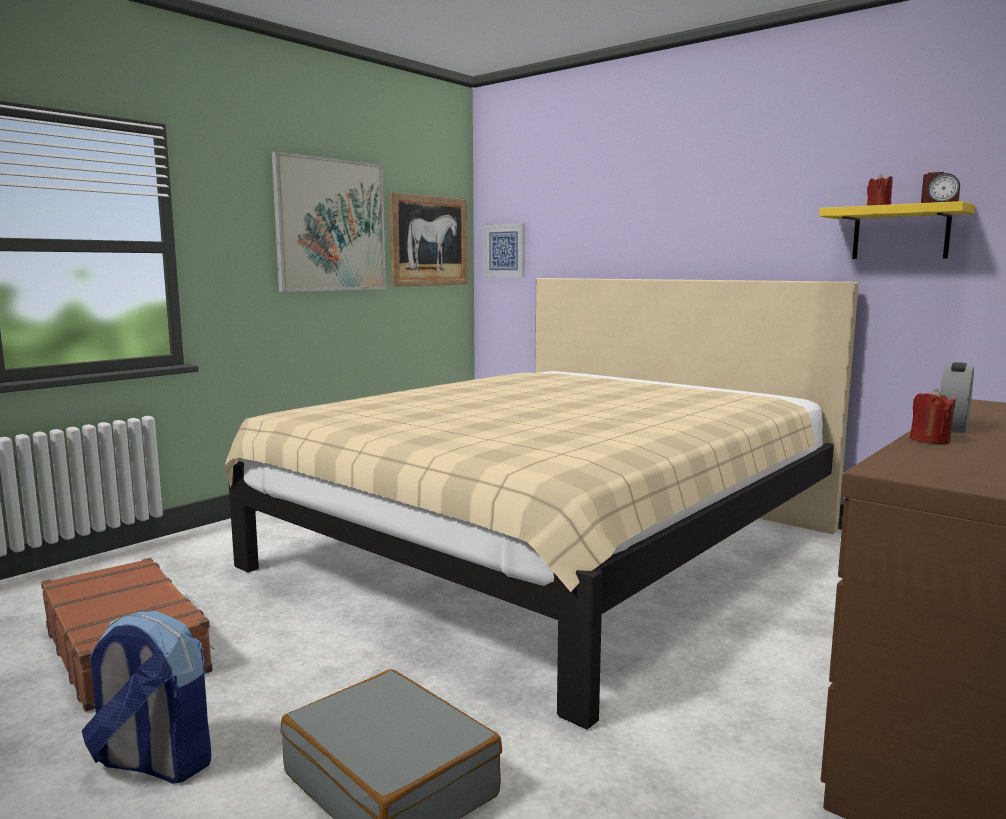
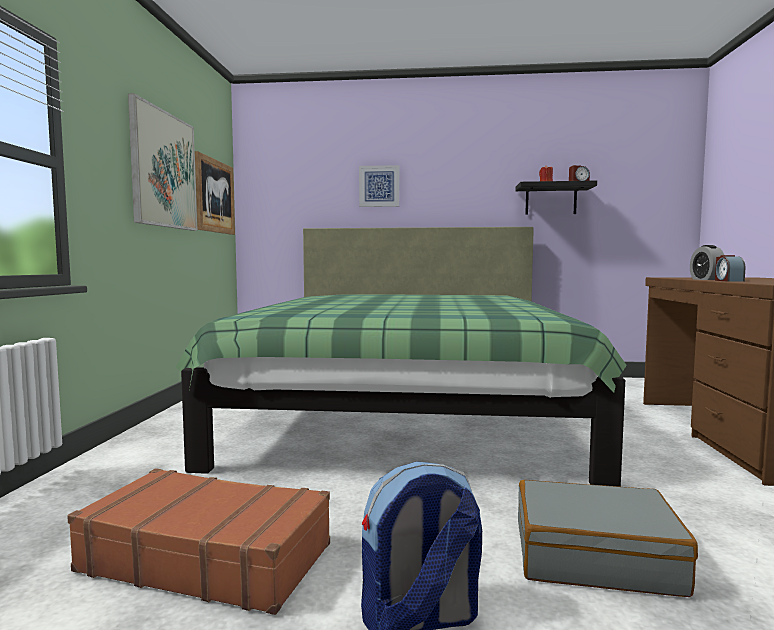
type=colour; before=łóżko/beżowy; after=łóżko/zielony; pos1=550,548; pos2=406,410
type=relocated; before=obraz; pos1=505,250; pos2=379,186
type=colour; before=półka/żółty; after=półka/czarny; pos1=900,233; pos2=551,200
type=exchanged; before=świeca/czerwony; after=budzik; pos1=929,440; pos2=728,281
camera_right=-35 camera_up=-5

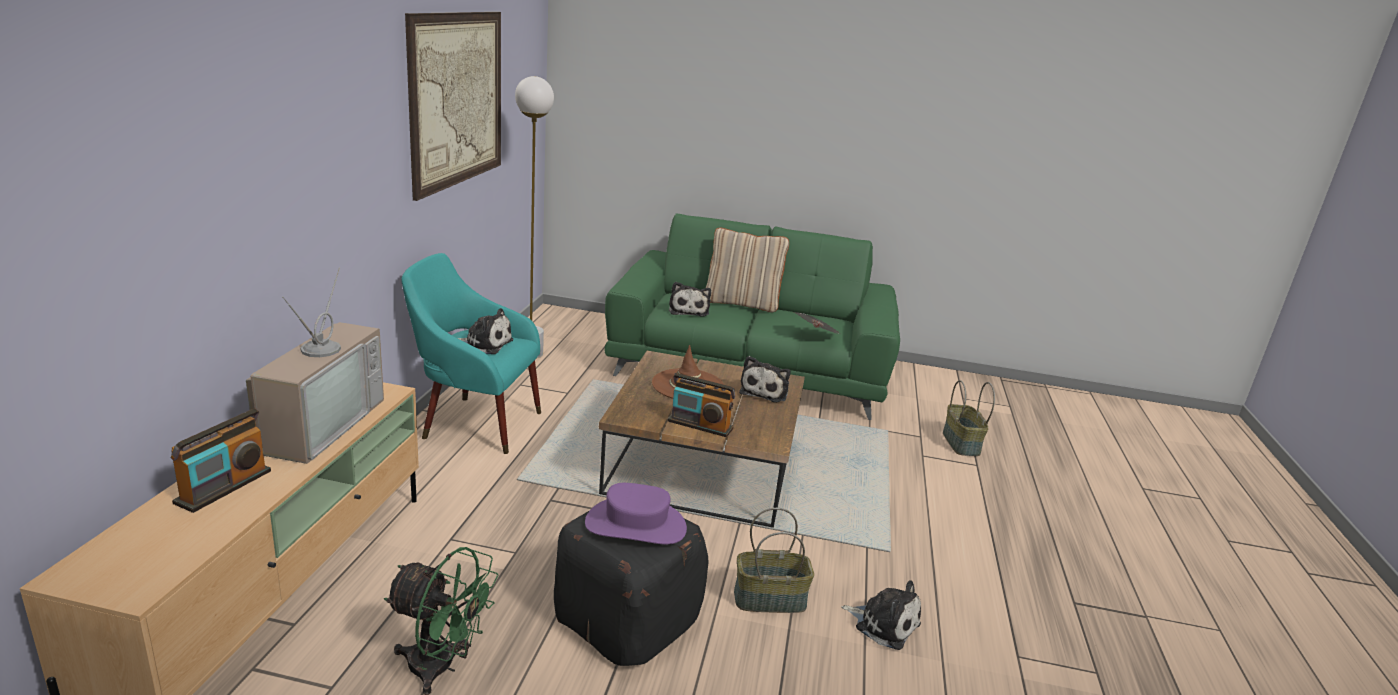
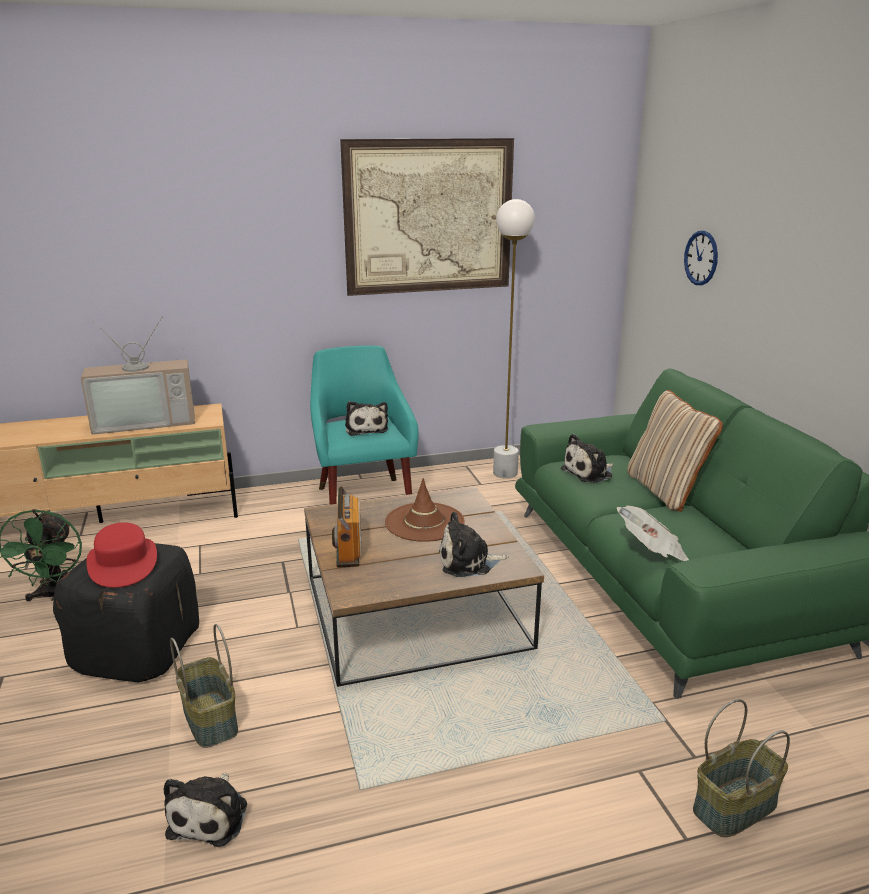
type=missing; before=radio; pos1=224,487
type=colour; before=kapelusz/fioletowy; after=kapelusz/czerwony; pos1=636,525; pos2=123,563
type=appeared; after=zegar ścienny; pos2=701,258
camera_right=65 camera_up=0

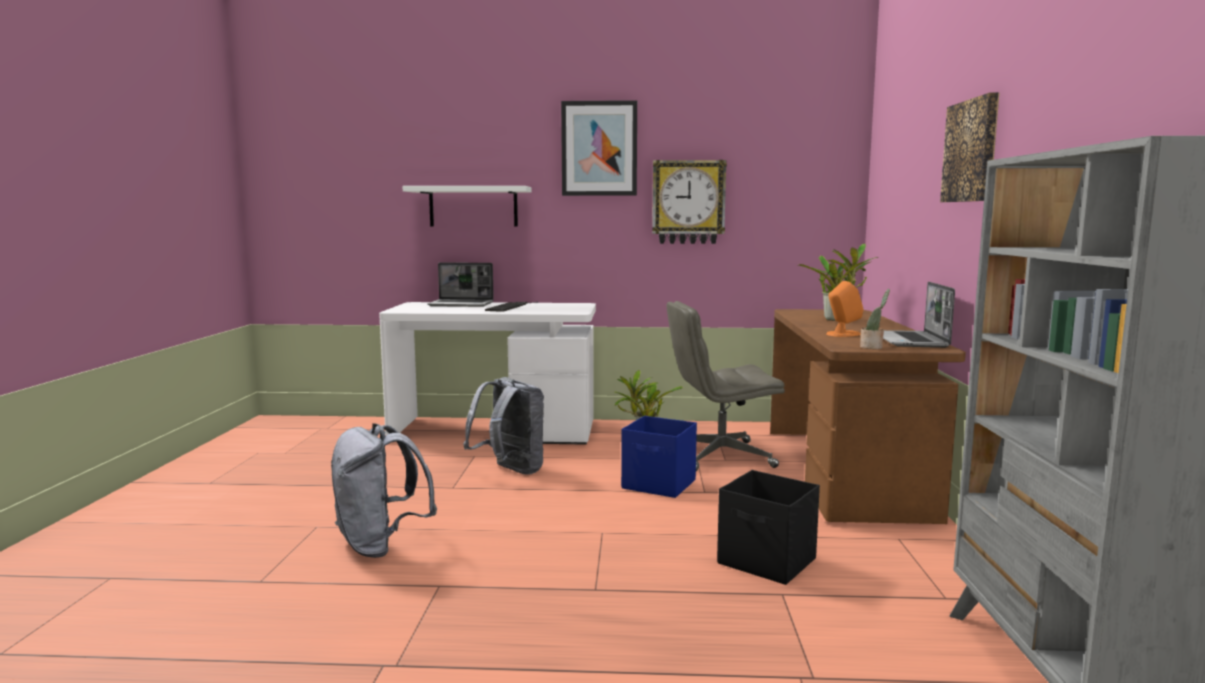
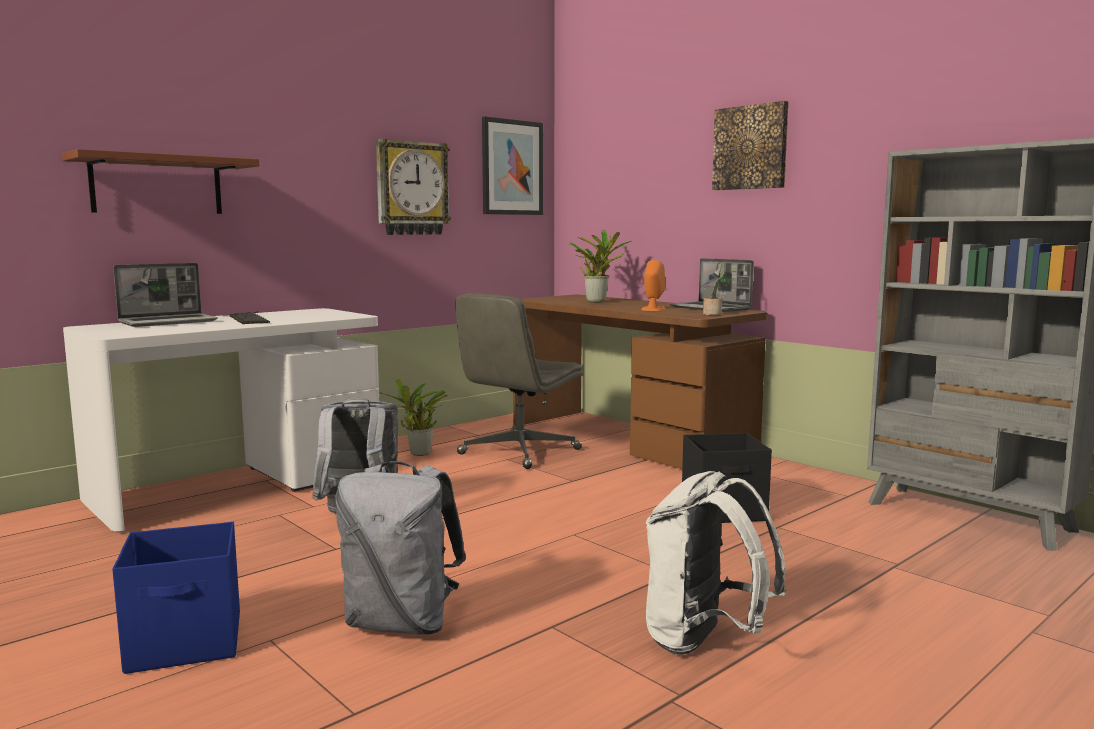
type=colour; before=półka/biały; after=półka/brązowy; pos1=473,206; pos2=157,185
type=relocated; before=obraz; pos1=599,148; pos2=512,167
type=relocated; before=pojemnik do przechowywania/niebieski; pos1=659,485; pos2=187,643
type=appeared; after=plecak/biały; pos2=704,641
camera_right=-45 camera_up=0

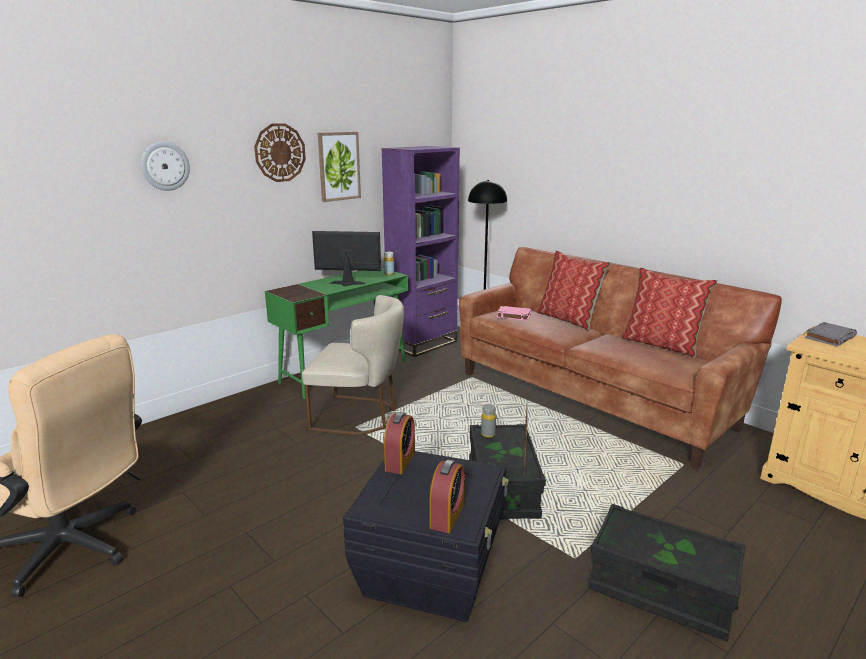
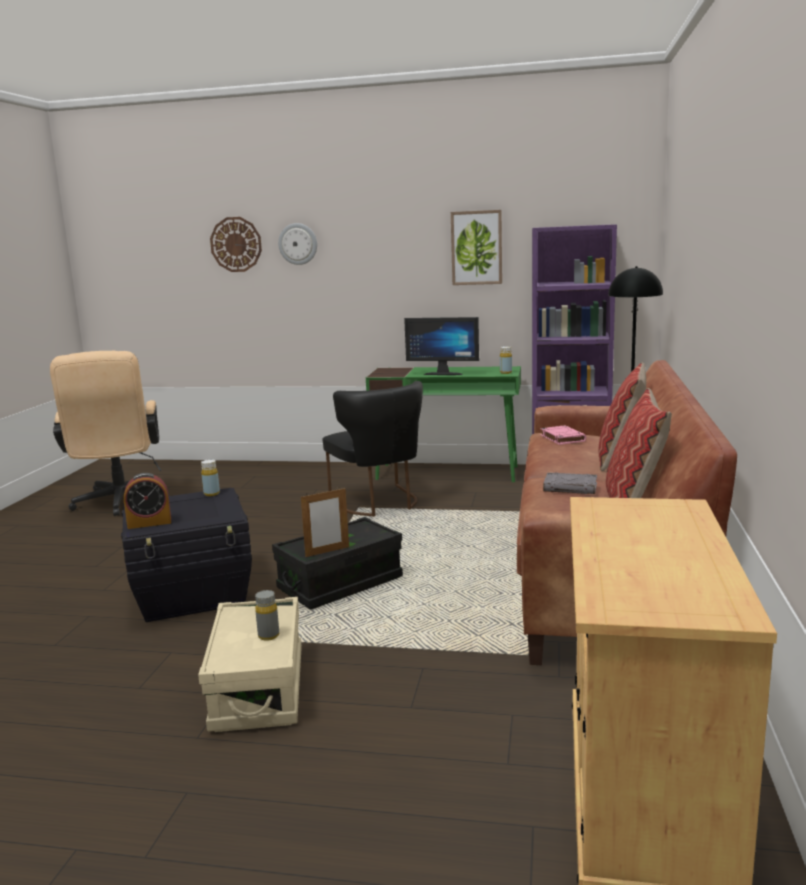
type=relocated; before=zegar ścienny; pos1=280,152; pos2=236,244
type=colour; before=krzesło/beżowy; after=krzesło/czarny; pos1=360,416; pos2=379,503
type=spun; before=monitor; pos1=347,284; pos2=444,373; turn=135
type=exchanged; before=budzik; after=butelka/żółty; pos1=400,461; pos2=211,494
type=relocated; before=butelka/szary; pos1=488,434; pos2=268,636
type=colour; before=pojemnik do przechowywania/czarny; after=pojemnik do przechowywania/beżowy; pos1=660,591; pos2=258,688
type=relocated; before=książka/szary; pos1=829,337; pos2=571,487
camera_right=55 camera_up=-5

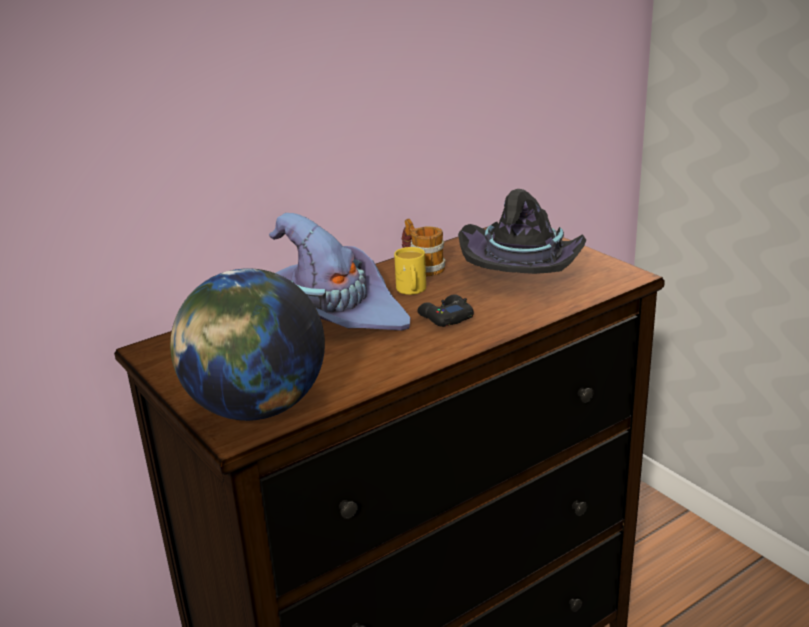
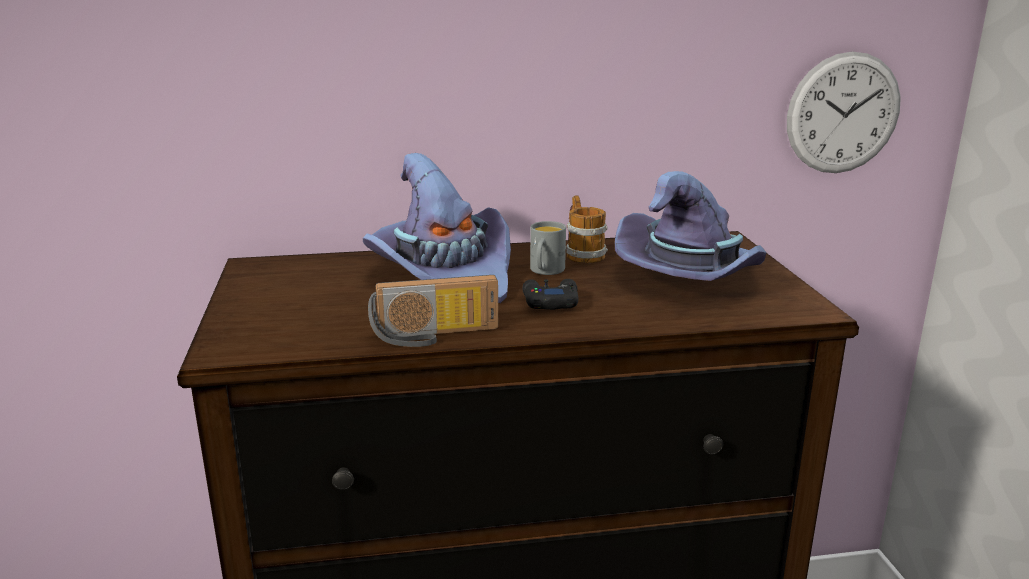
type=missing; before=globus; pos1=256,408
type=colour; before=kubek/żółty; after=kubek/szary; pos1=412,291; pos2=545,271
type=colour; before=kapelusz/czarny; after=kapelusz/fioletowy; pos1=523,268; pos2=691,276
type=appeared; after=radio; pos2=435,336
type=appeared; after=zegar ścienny; pos2=843,113
camera_right=25 camera_up=-5

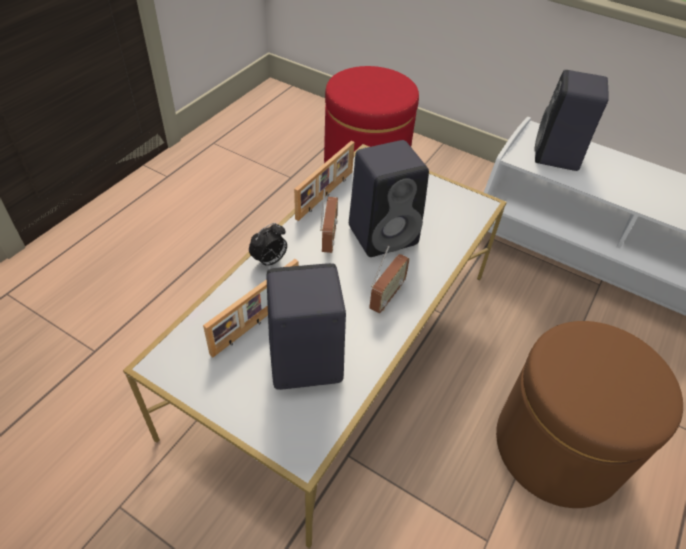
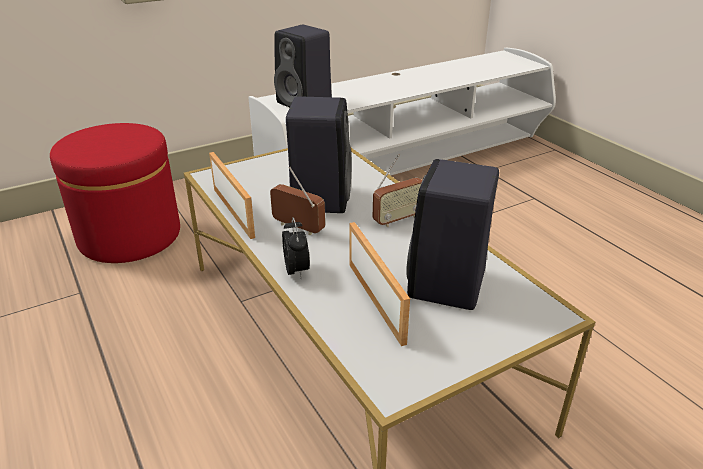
type=spun; before=radio; pos1=386,297; pos2=398,219; turn=90
type=missing; before=pufa/brązowy; pos1=557,447
camera_right=-60 camera_up=-15

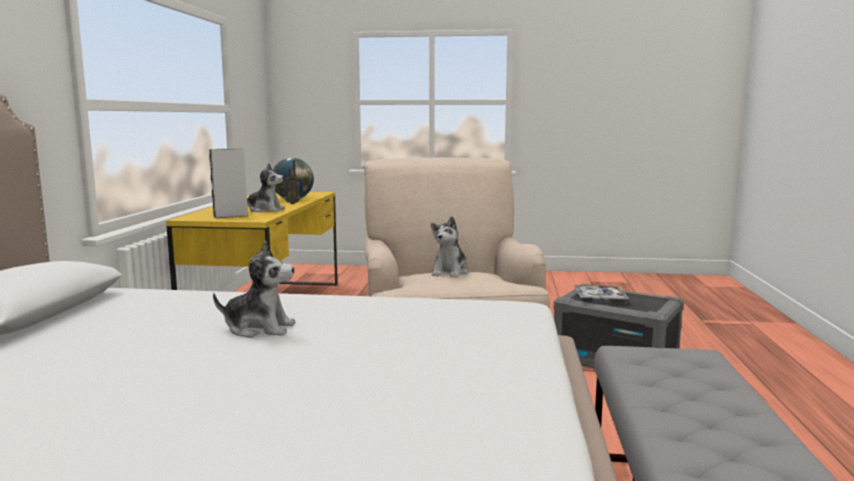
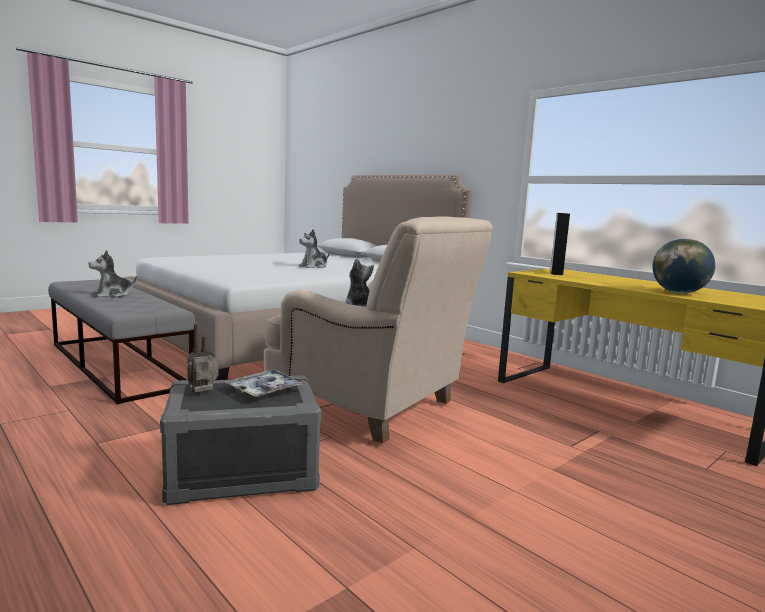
type=relocated; before=pluszak; pos1=265,210; pos2=112,295
type=relocated; before=radio; pos1=292,203; pos2=204,394
camera_right=130 camera_up=0

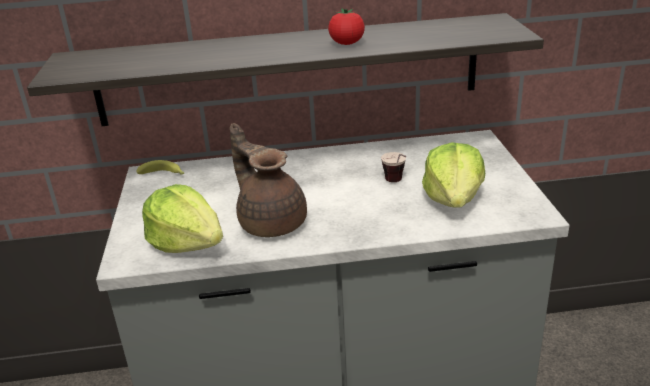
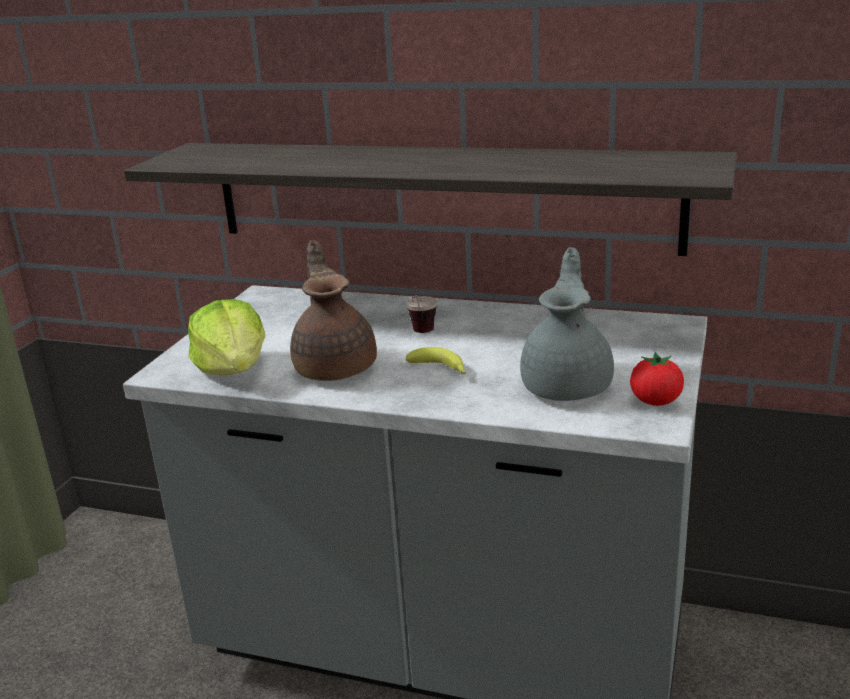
type=relocated; before=banan; pos1=164,175; pos2=440,370
type=relocated; before=pomidor; pos1=347,43; pos2=655,402
type=relocated; before=filiżanka; pos1=397,183; pos2=421,334
type=exchanged; before=sałata; after=imbryk/szary; pos1=454,198; pos2=568,385
camera_right=25 camera_up=-5

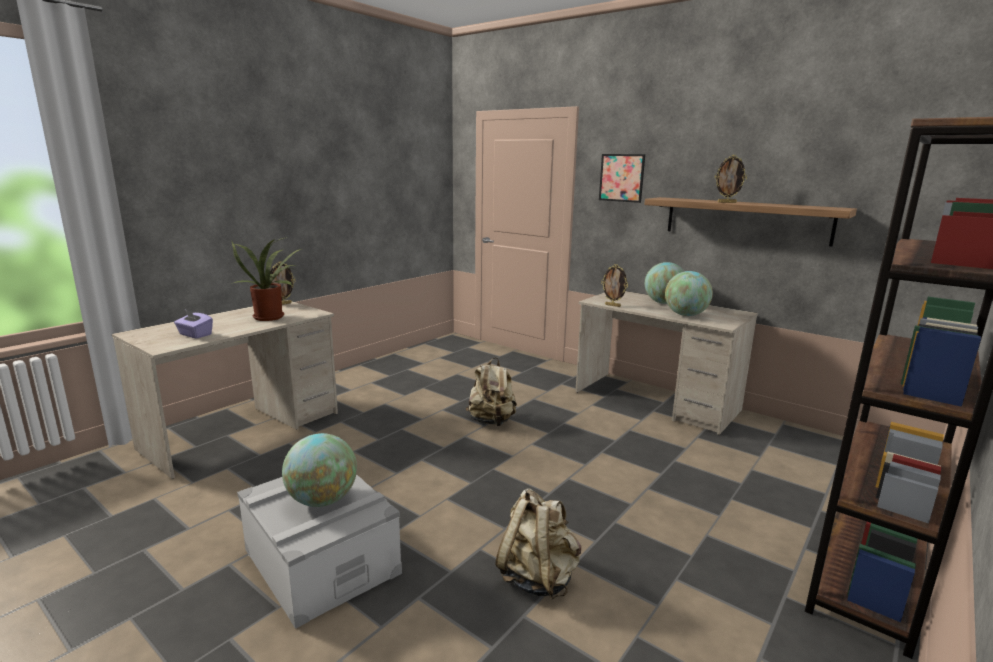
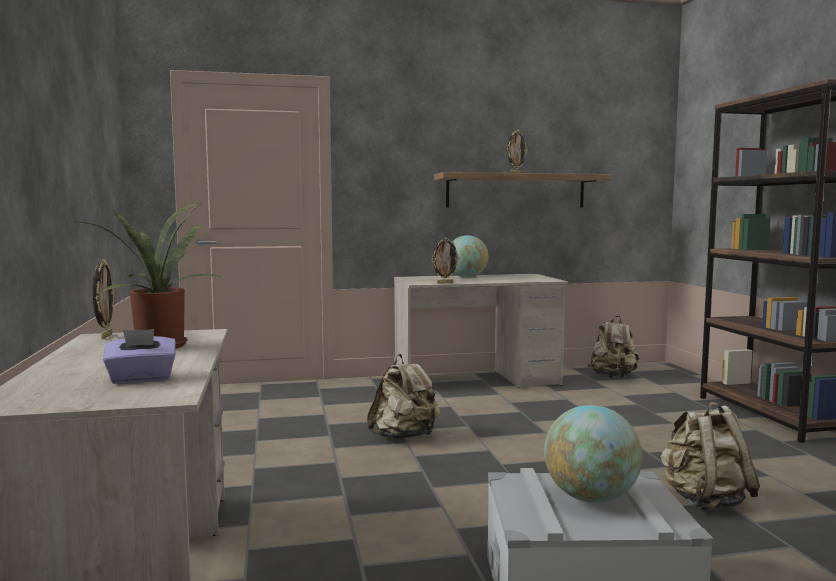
type=missing; before=obraz; pos1=621,178
type=missing; before=globus; pos1=686,315
type=appeared; after=plecak/beżowy; pos2=613,377
camera_right=-50 camera_up=-10

